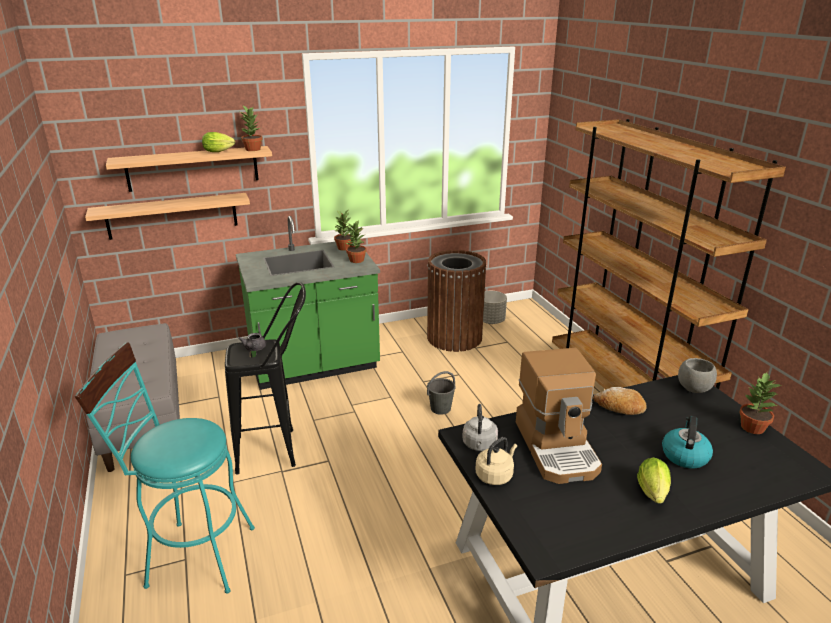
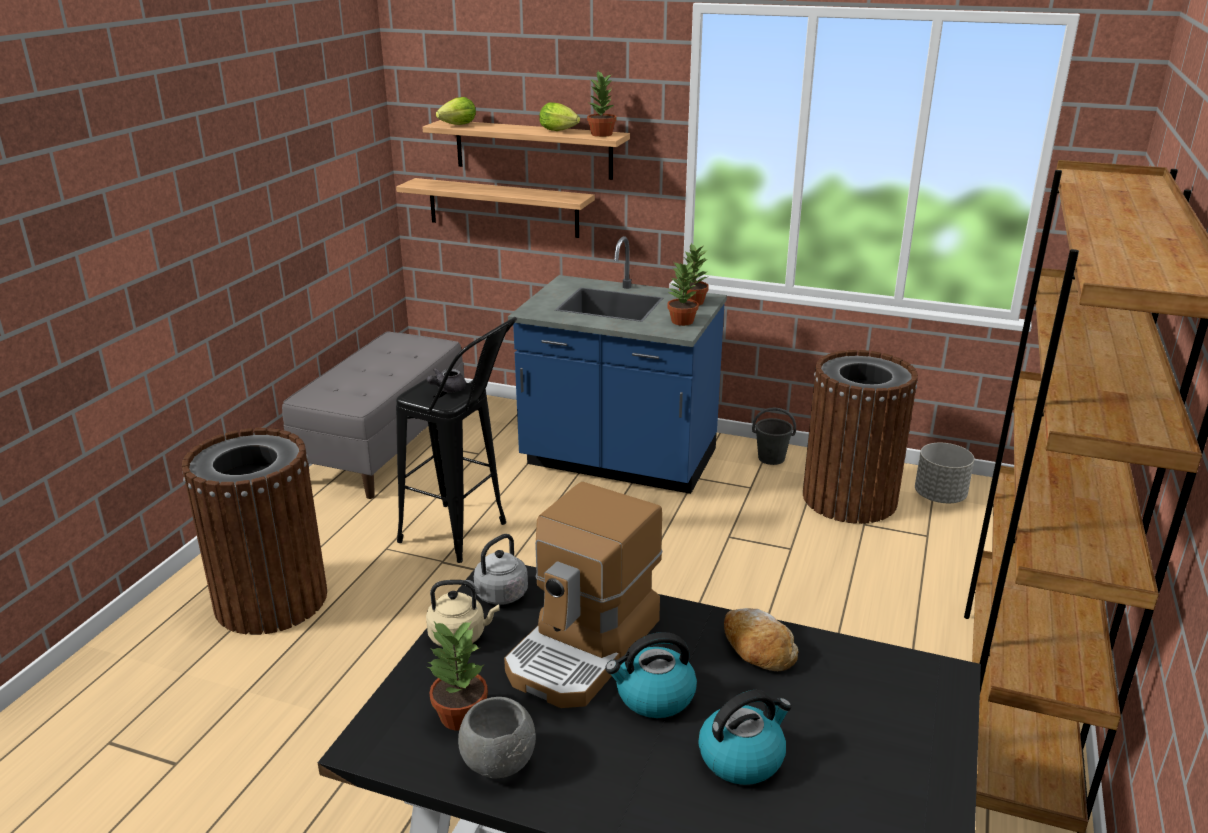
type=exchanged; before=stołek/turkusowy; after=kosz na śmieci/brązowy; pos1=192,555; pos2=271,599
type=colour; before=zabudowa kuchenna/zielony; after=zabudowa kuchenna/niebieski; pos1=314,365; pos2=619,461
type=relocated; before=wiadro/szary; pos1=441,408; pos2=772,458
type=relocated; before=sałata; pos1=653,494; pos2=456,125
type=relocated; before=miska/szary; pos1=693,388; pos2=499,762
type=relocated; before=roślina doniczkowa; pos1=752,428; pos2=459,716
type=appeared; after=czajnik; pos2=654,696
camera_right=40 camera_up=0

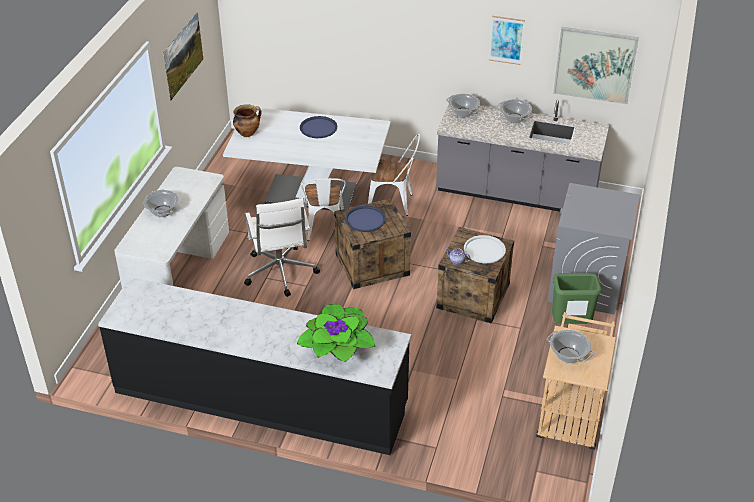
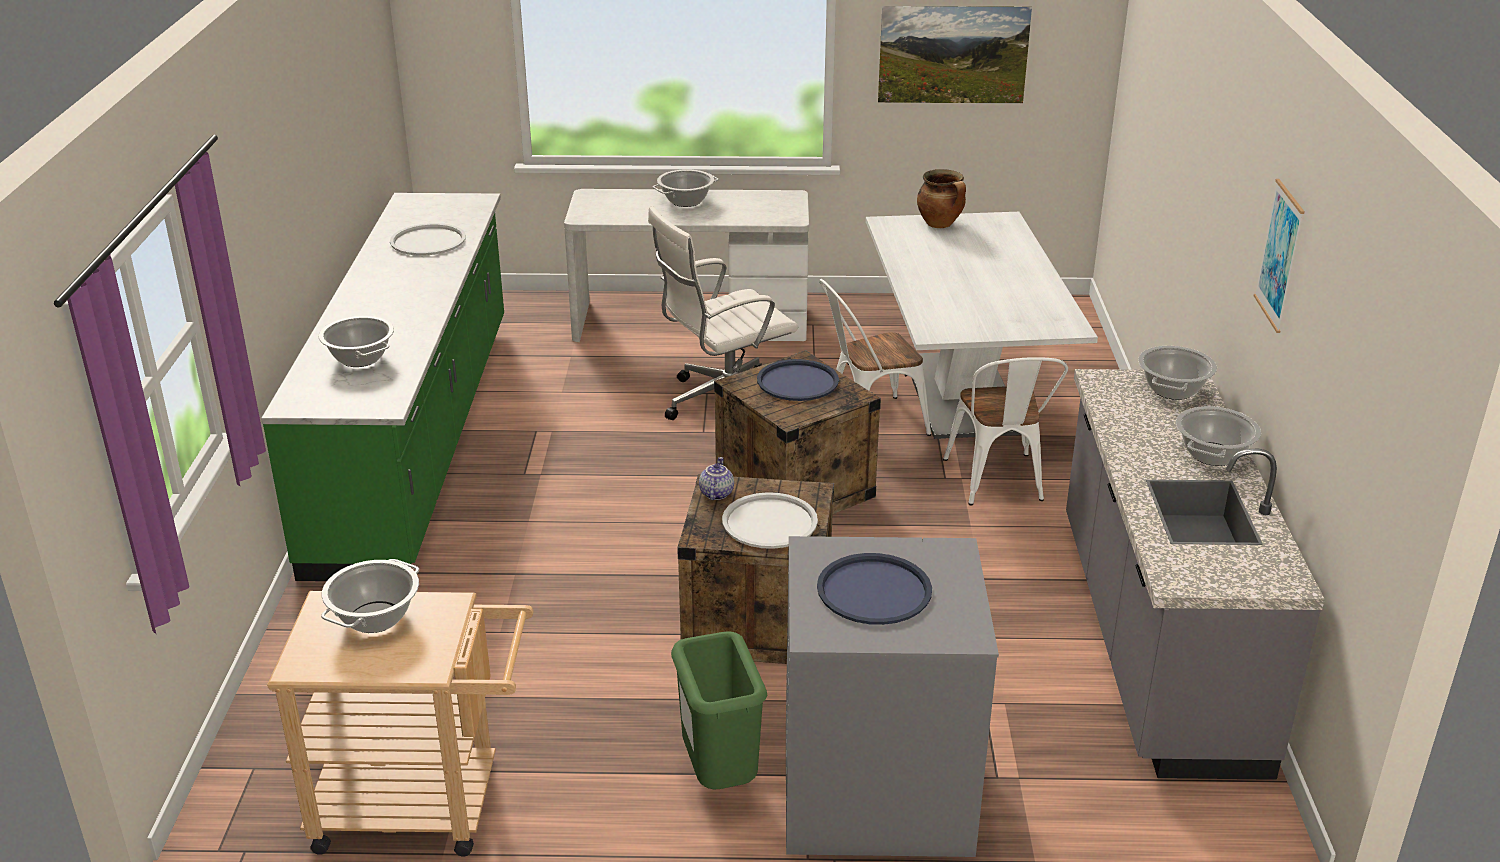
type=colour; before=zabudowa kuchenna/czarny; after=zabudowa kuchenna/zielony; pos1=261,398; pos2=417,437
type=exchanged; before=roślina doniczkowa; after=garnek; pos1=337,347; pos2=360,358
type=relocated; before=taca/niebieski; pos1=318,128; pos2=874,590
type=missing; before=obraz; pos1=595,65
type=appeared; after=taca/biały; pos2=428,241
camera_right=75 camera_up=-10

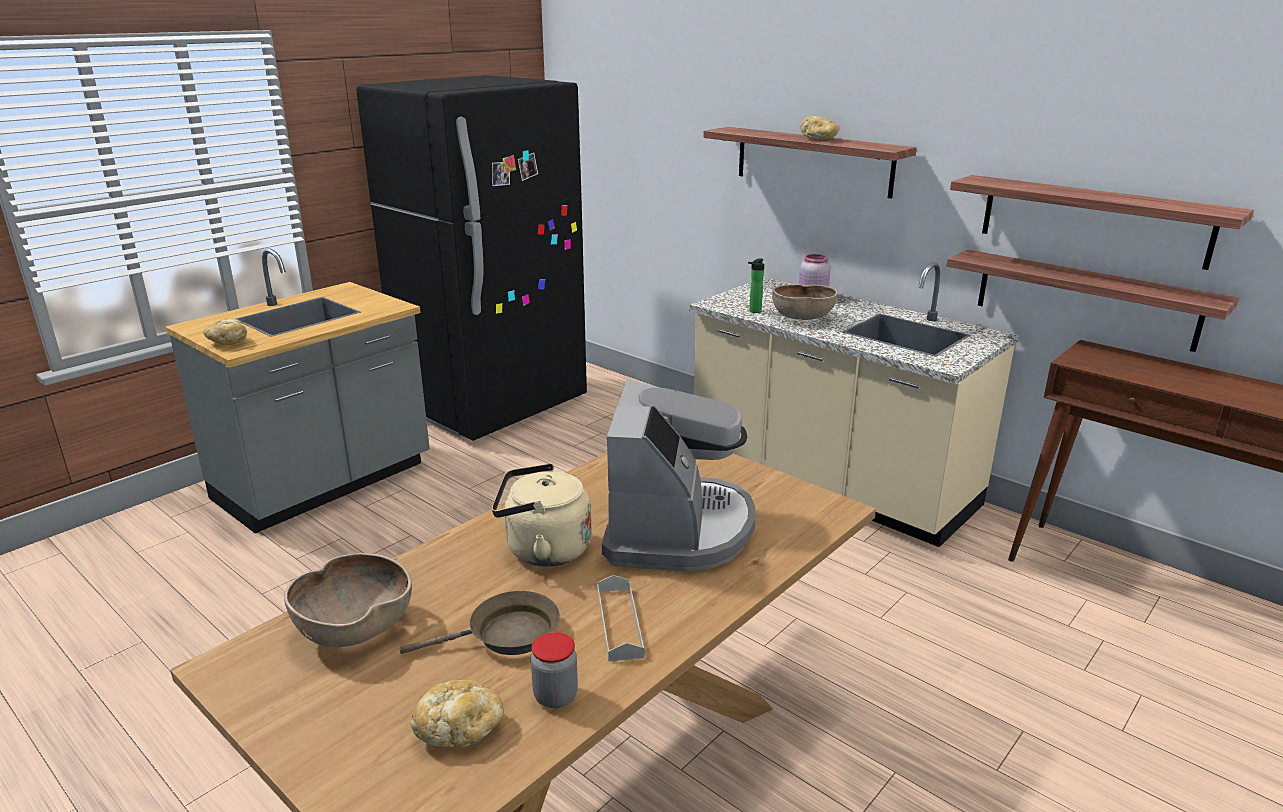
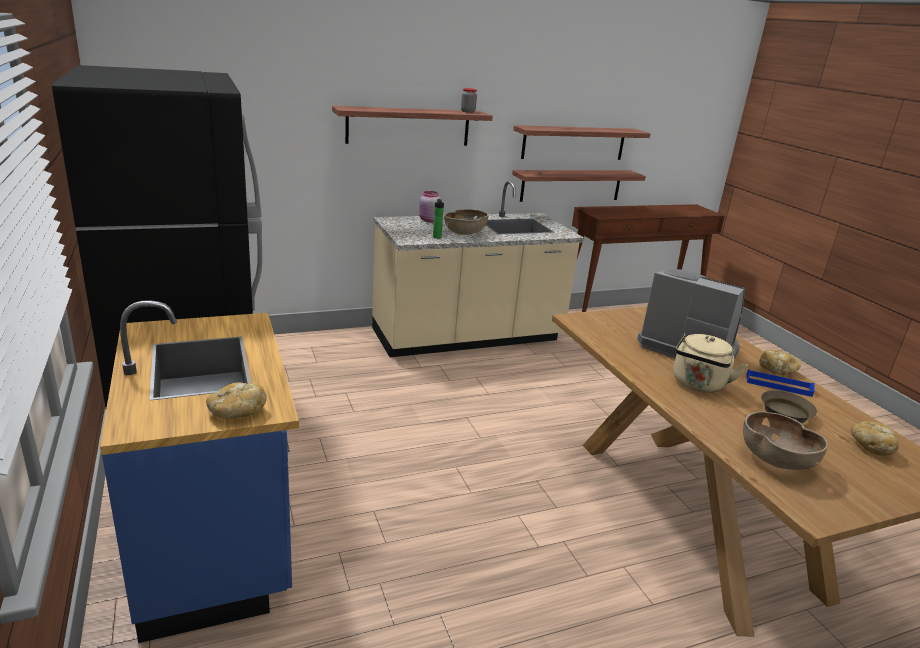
type=colour; before=zabudowa kuchenna/szary; after=zabudowa kuchenna/niebieski; pos1=325,484; pos2=216,542
type=relocated; before=słoik; pos1=555,696; pos2=468,111
type=colour; before=taca/szary; after=taca/niebieski; pos1=619,622; pos2=778,385
type=relocated; before=chleb; pos1=819,139; pos2=776,370
camera_right=-65 camera_up=0

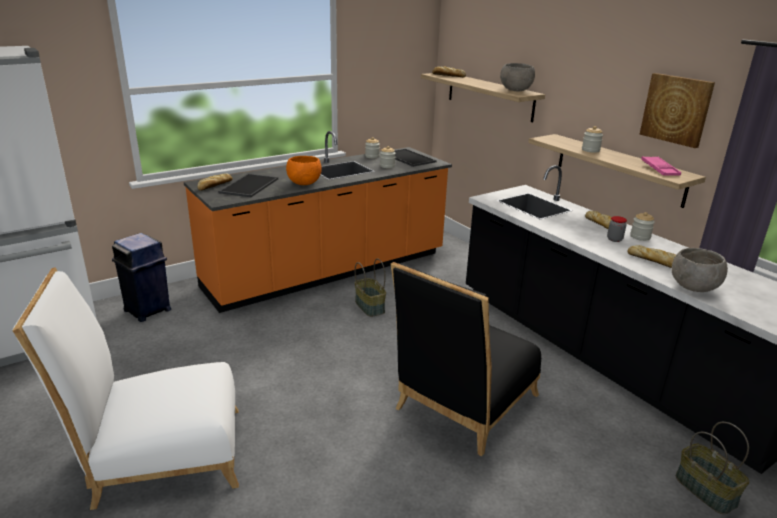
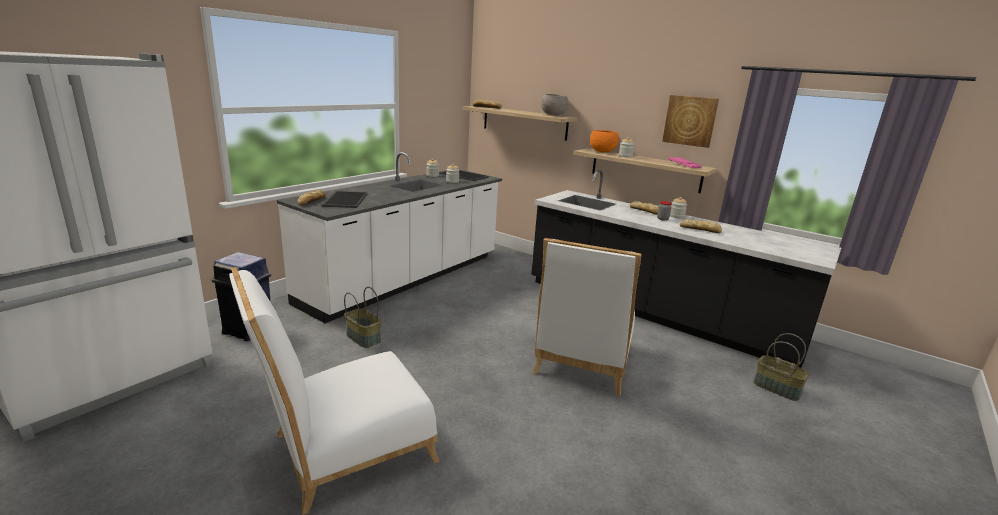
type=colour; before=zabudowa kuchenna/pomarańczowy; after=zabudowa kuchenna/biały; pos1=328,271; pos2=405,279
type=relocated; before=miska/pomarańczowy; pos1=304,183; pos2=602,152
type=relocated; before=koszyk; pos1=370,307; pos2=364,338
type=colour; before=krzesło/czarny; after=krzesło/biały; pos1=462,406; pos2=582,363
type=missing; before=miska/szary; pos1=693,287
camera_right=-20 camera_up=-5

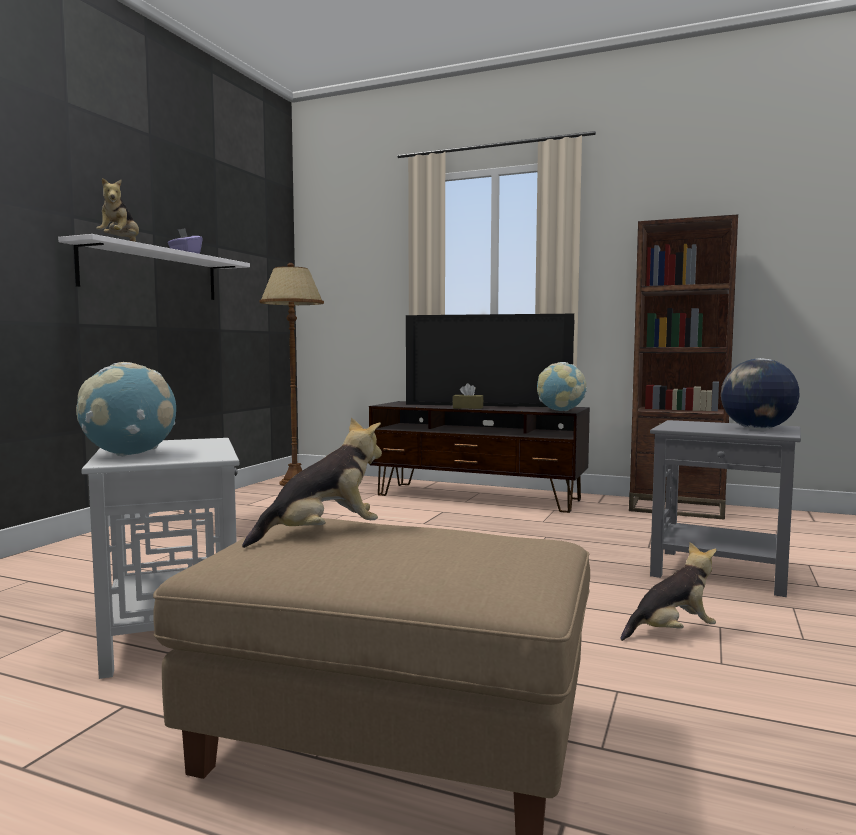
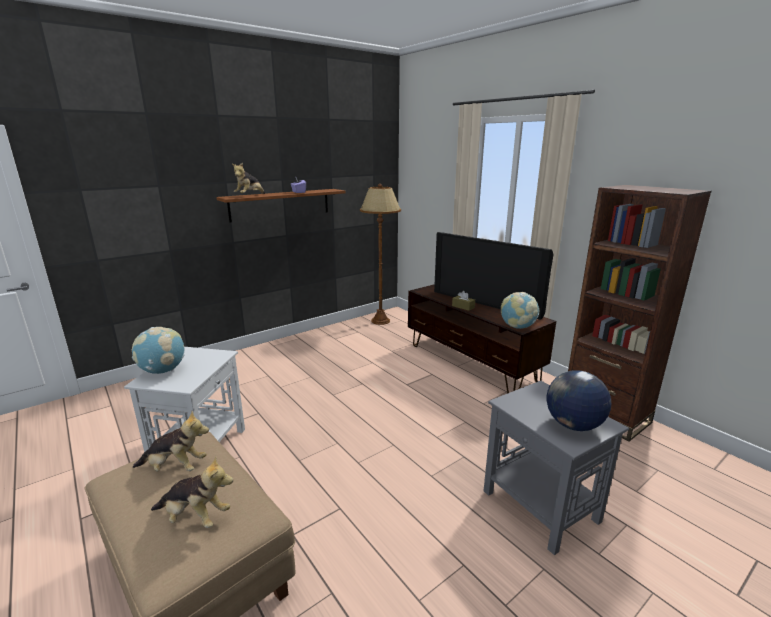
type=colour; before=półka/biały; after=półka/brązowy; pos1=152,273; pos2=280,204
type=relocated; before=pluszak; pos1=671,632; pos2=195,517
camera_right=30 camera_up=15

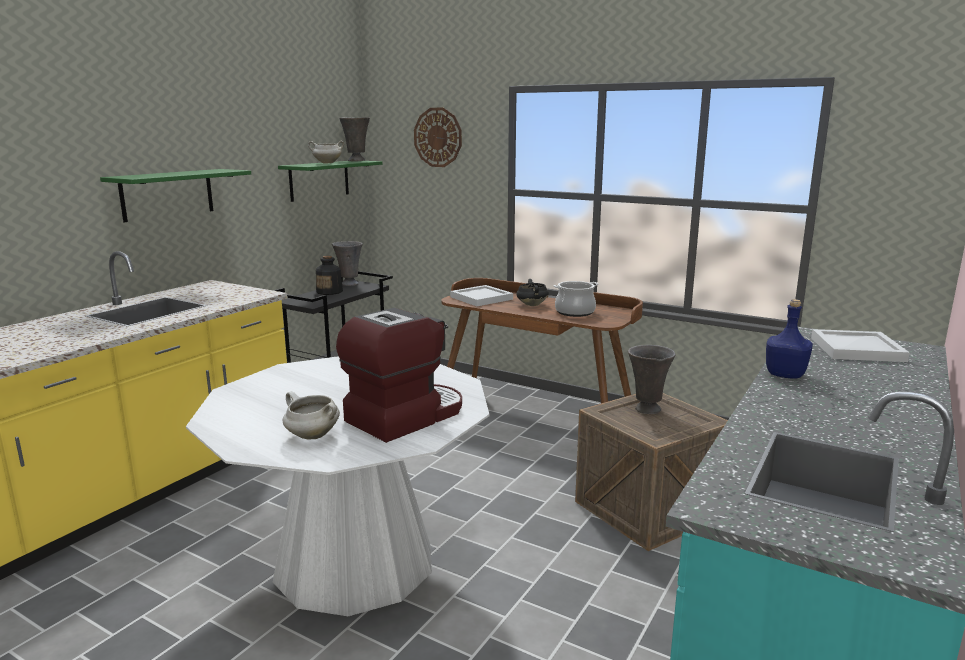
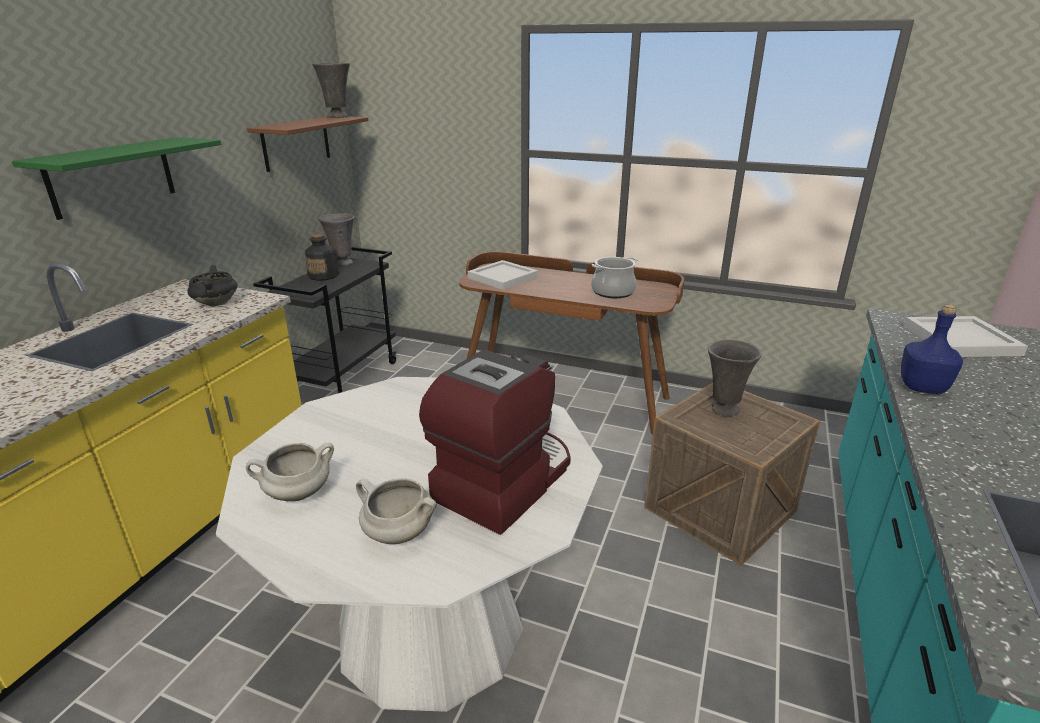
type=colour; before=półka/zielony; after=półka/brązowy; pos1=319,180; pos2=296,143
type=relocated; before=garnek/biały; pos1=327,163; pos2=297,494
type=missing; before=zegar ścienny; pos1=438,137
type=relocated; before=garnek/czarny; pos1=531,305; pos2=216,303
camera_right=-10 camera_up=10

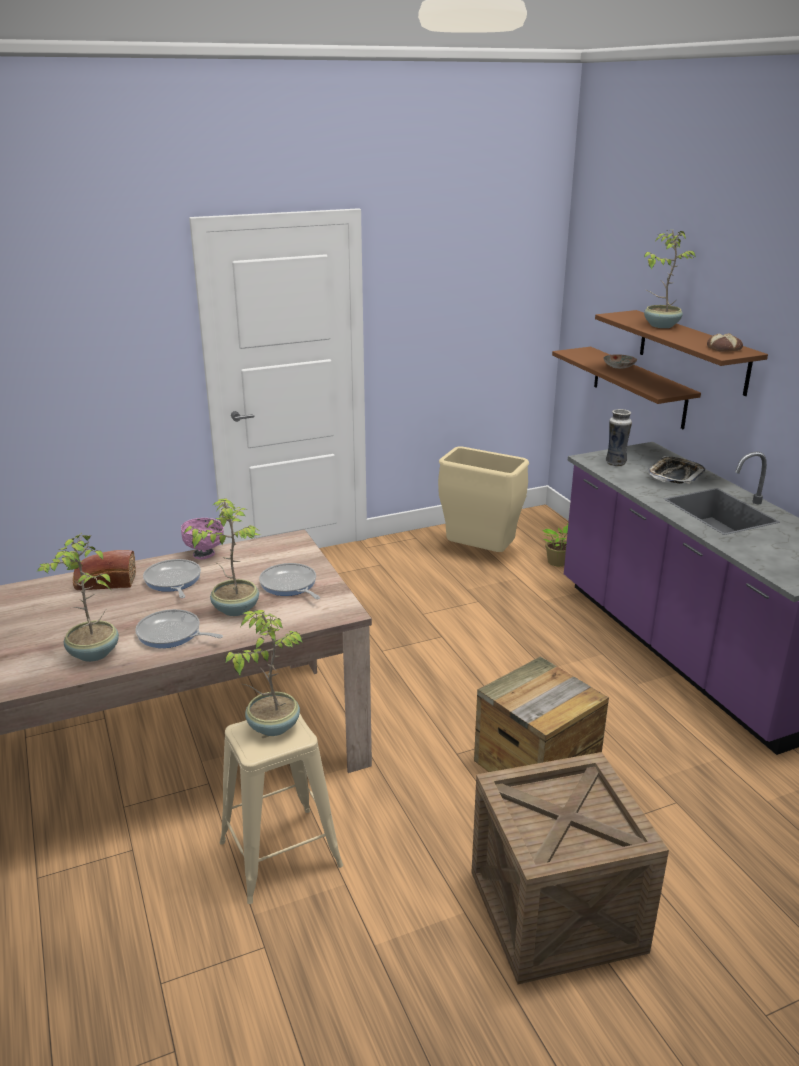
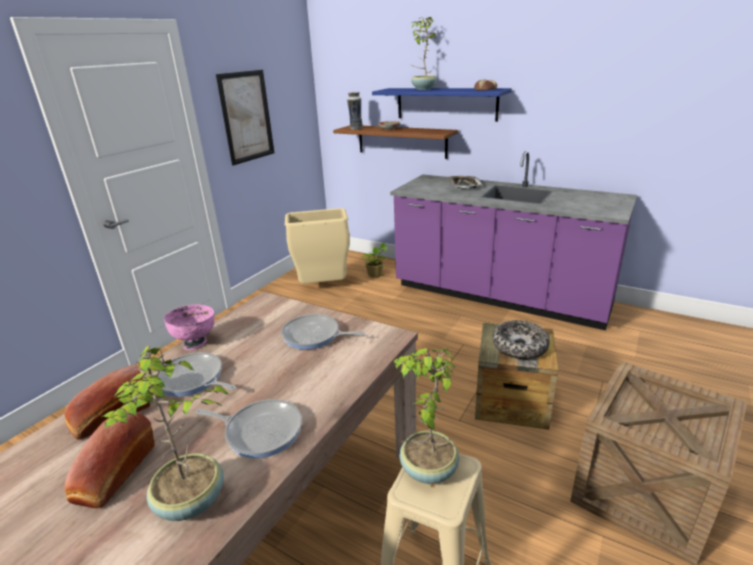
type=spun; before=patelnia; pos1=172,634; pos2=260,431; turn=-150
type=missing; before=roślina doniczkowa; pos1=235,608
type=colour; before=półka/brązowy; after=półka/niebieski; pos1=693,352; pos2=446,104
type=relocated; before=wazon; pos1=615,462; pos2=356,128
type=appeared; after=chleb; pos2=113,474
type=appeared; after=obraz; pos2=246,117
type=appeared; after=miska; pos2=519,346
camera_right=-35 camera_up=0

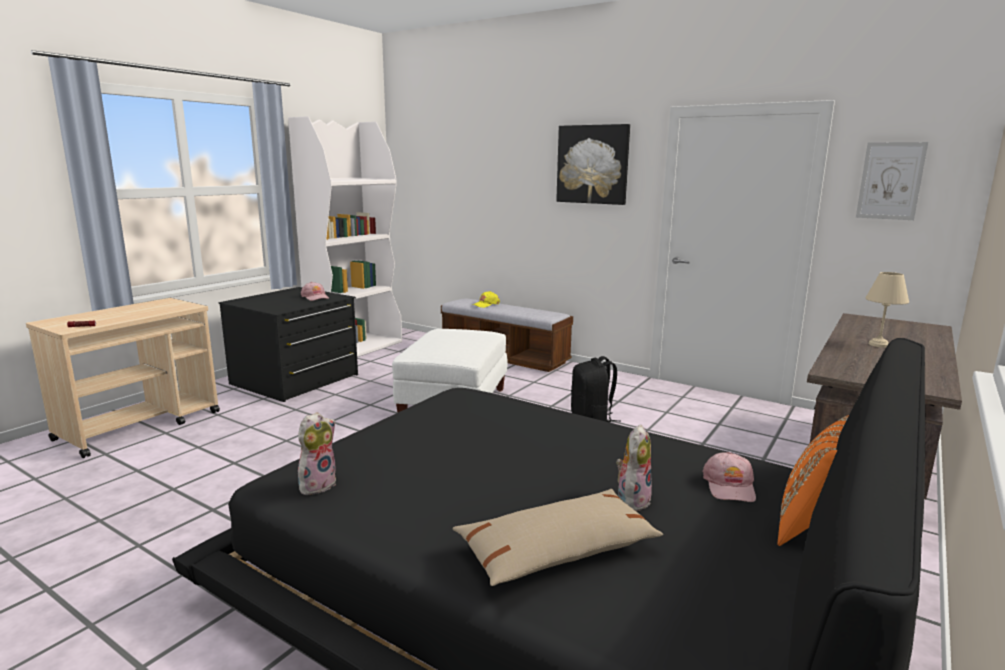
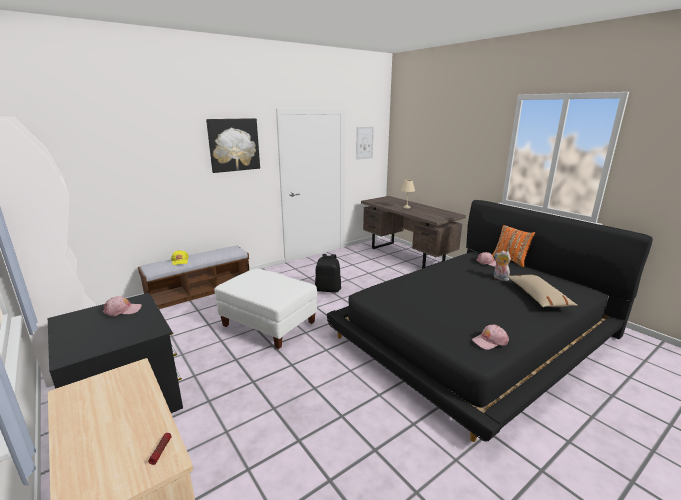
type=exchanged; before=pluszak; after=czapka z daszkiem/różowy; pos1=317,484; pos2=489,341
camera_right=-70 camera_up=5

